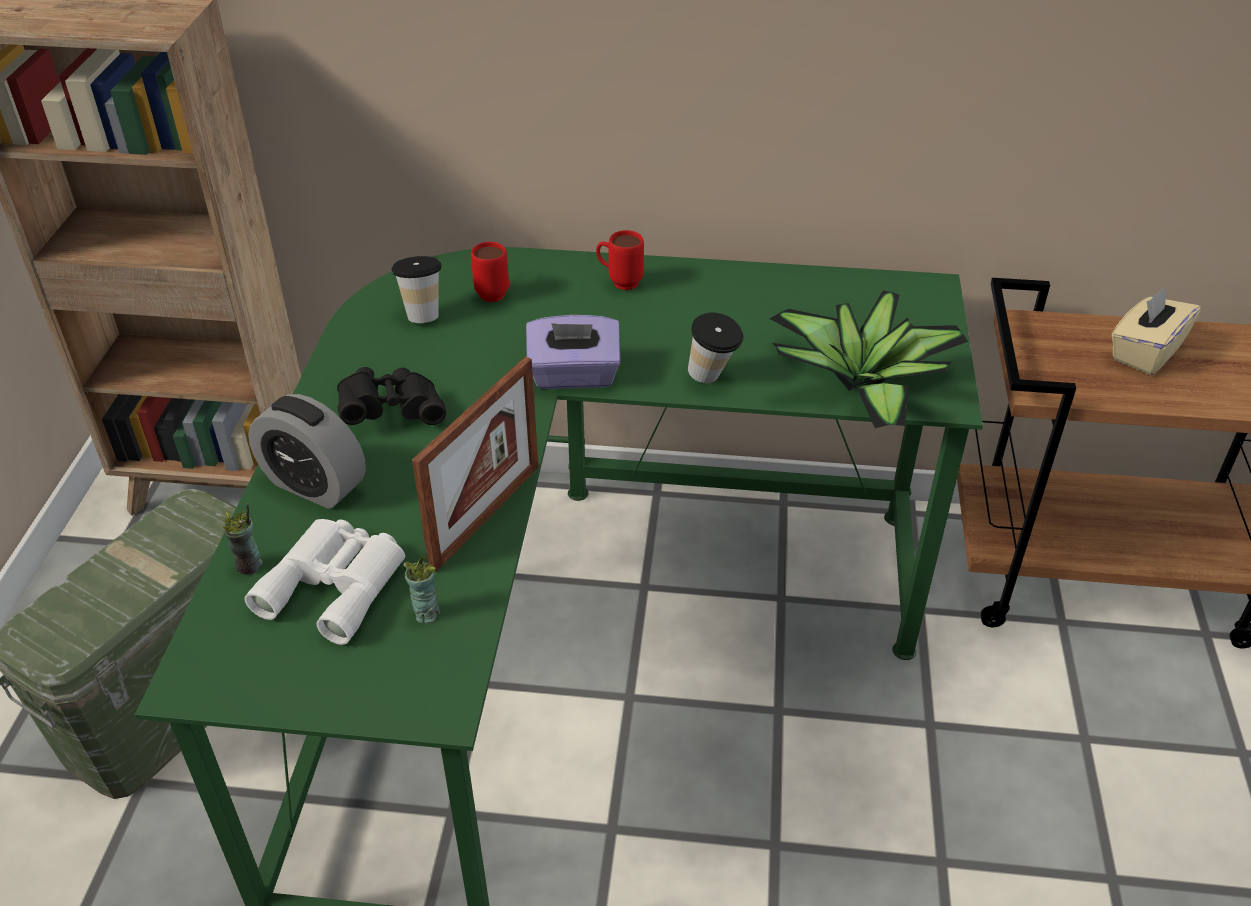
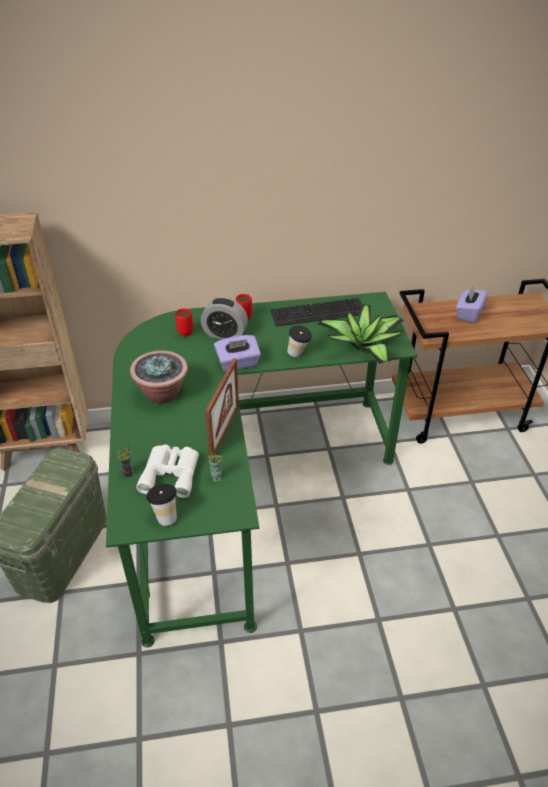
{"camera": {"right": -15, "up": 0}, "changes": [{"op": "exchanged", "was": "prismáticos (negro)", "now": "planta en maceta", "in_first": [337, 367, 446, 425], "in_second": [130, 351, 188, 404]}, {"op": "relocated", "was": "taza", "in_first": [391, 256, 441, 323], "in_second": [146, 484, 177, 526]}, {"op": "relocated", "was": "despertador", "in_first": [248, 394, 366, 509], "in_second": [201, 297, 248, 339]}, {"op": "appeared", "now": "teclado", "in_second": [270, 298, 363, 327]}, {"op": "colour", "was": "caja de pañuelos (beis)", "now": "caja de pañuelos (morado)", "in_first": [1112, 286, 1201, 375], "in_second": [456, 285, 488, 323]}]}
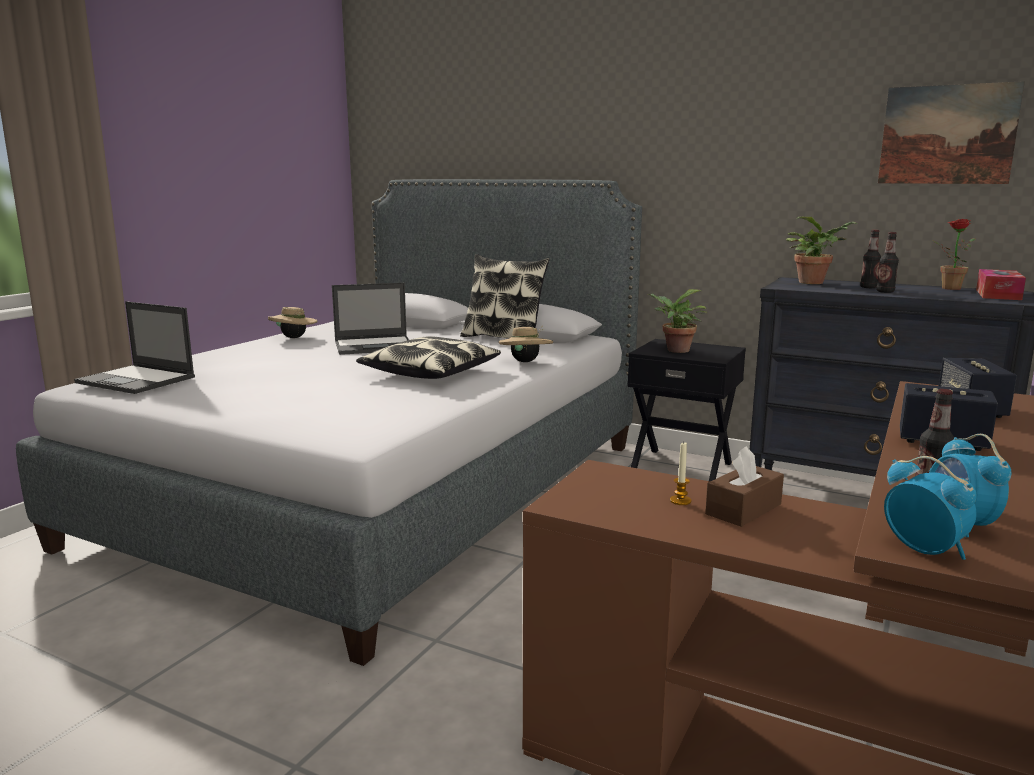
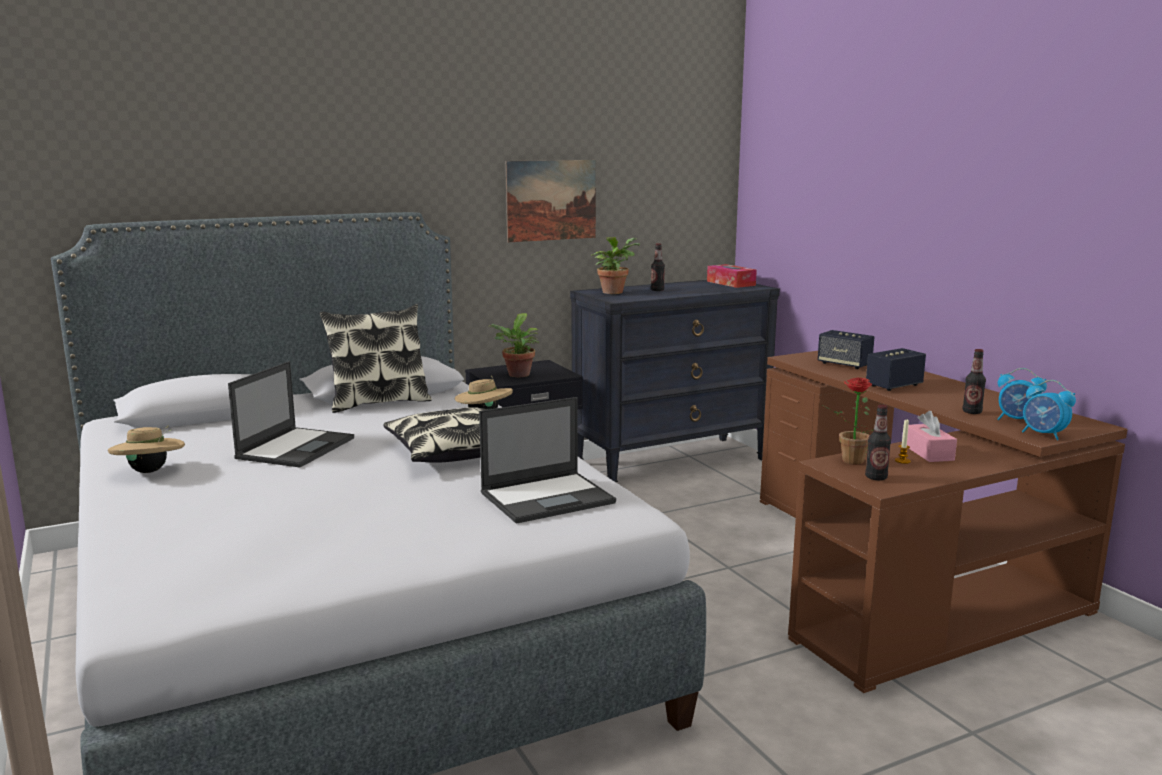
{"camera": {"right": -55, "up": 0}, "changes": [{"op": "relocated", "was": "portátil", "in_first": [74, 301, 195, 394], "in_second": [479, 397, 616, 524]}, {"op": "relocated", "was": "cuadro", "in_first": [878, 81, 1025, 184], "in_second": [506, 160, 596, 242]}, {"op": "relocated", "was": "planta en maceta", "in_first": [932, 219, 976, 290], "in_second": [822, 377, 874, 465]}, {"op": "relocated", "was": "botella", "in_first": [876, 232, 899, 293], "in_second": [865, 405, 891, 480]}, {"op": "colour", "was": "caja de pañuelos (marrón)", "now": "caja de pañuelos (rosa)", "in_first": [705, 446, 784, 527], "in_second": [907, 411, 957, 462]}, {"op": "spun", "was": "despertador", "in_first": [884, 456, 977, 560], "in_second": [1022, 380, 1076, 440], "clockwise": -135}]}
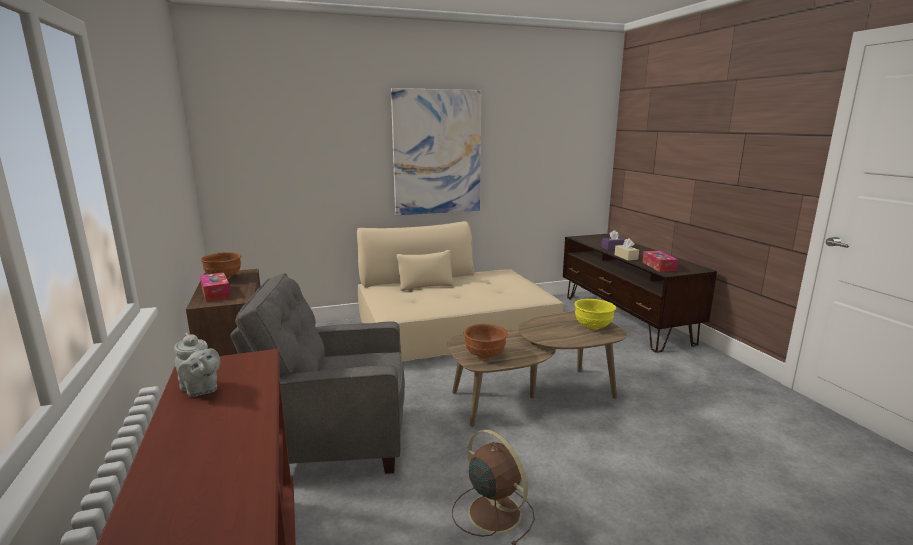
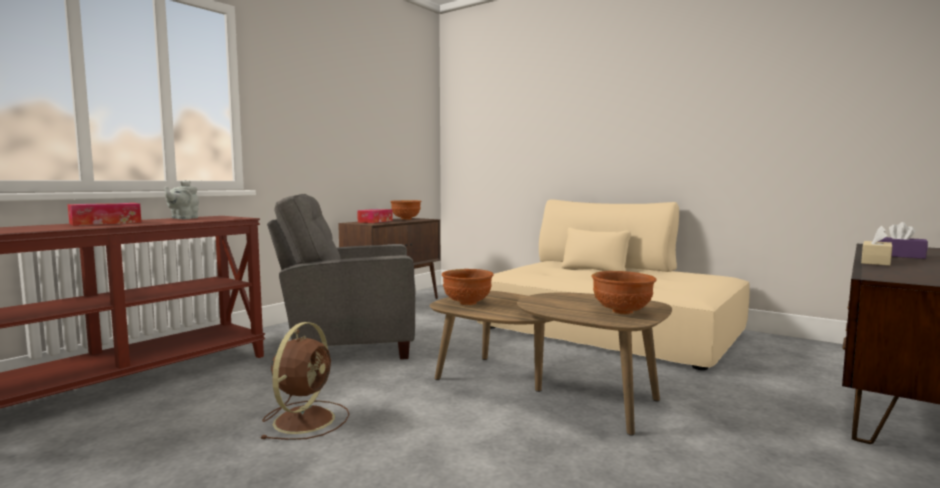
{"camera": {"right": 55, "up": -10}, "changes": [{"op": "relocated", "was": "caja de pañuelos", "in_first": [642, 251, 678, 272], "in_second": [68, 203, 141, 226]}, {"op": "spun", "was": "sillón (gris)", "in_first": [230, 273, 405, 474], "in_second": [267, 194, 416, 359], "clockwise": -60}, {"op": "colour", "was": "cuenco (amarillo)", "now": "cuenco (marrón)", "in_first": [574, 299, 616, 330], "in_second": [592, 271, 657, 314]}, {"op": "missing", "was": "cuadro", "in_first": [391, 88, 481, 215]}]}
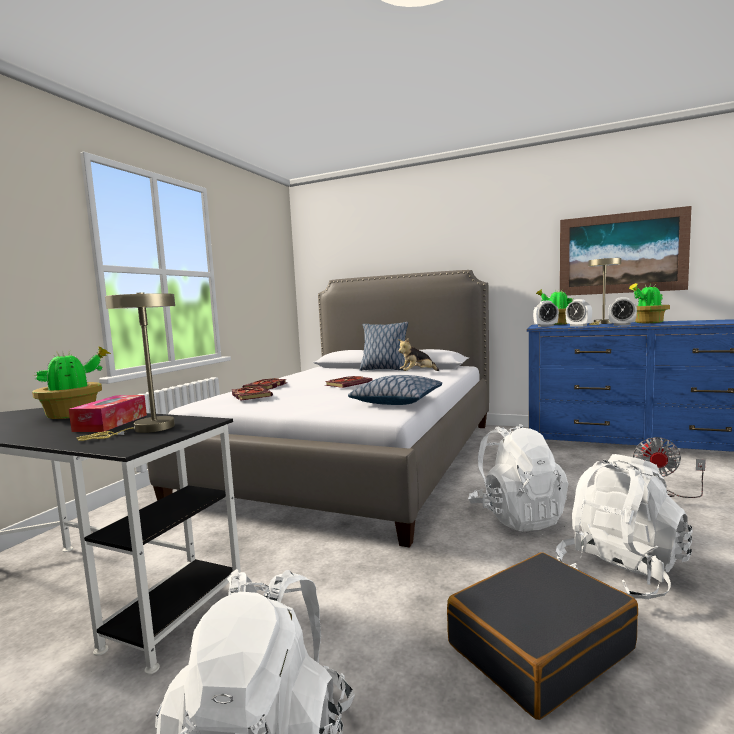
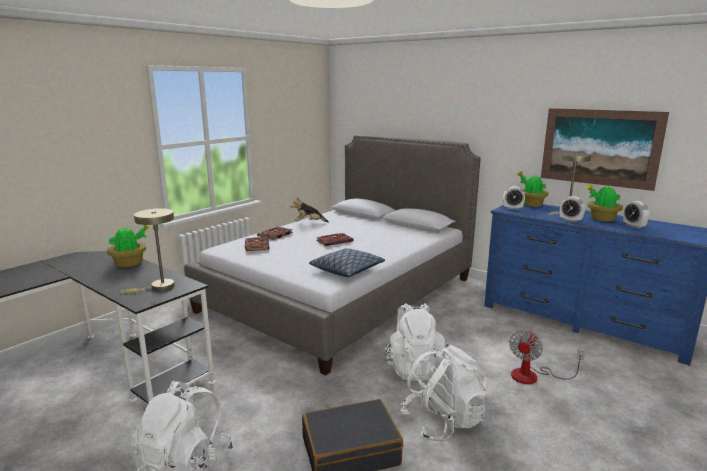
{"camera": {"right": 15, "up": 10}, "changes": [{"op": "relocated", "was": "peluche", "in_first": [398, 338, 439, 371], "in_second": [291, 197, 329, 222]}, {"op": "relocated", "was": "despertador", "in_first": [566, 299, 592, 327], "in_second": [623, 201, 649, 229]}, {"op": "missing", "was": "caja de pañuelos", "in_first": [69, 395, 147, 432]}, {"op": "missing", "was": "cojín", "in_first": [359, 322, 408, 371]}]}
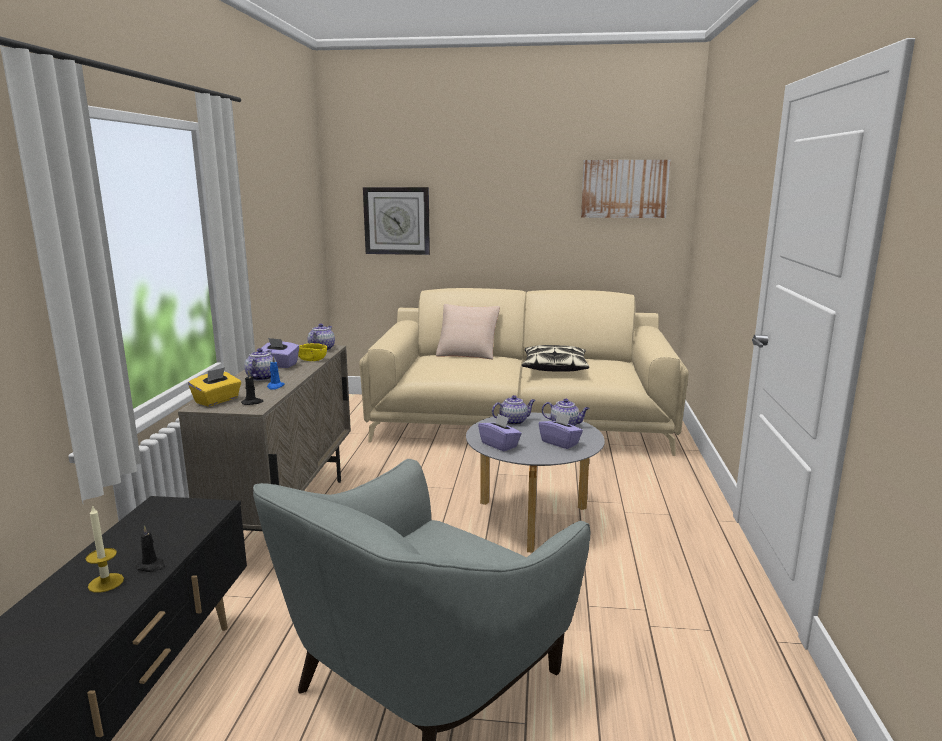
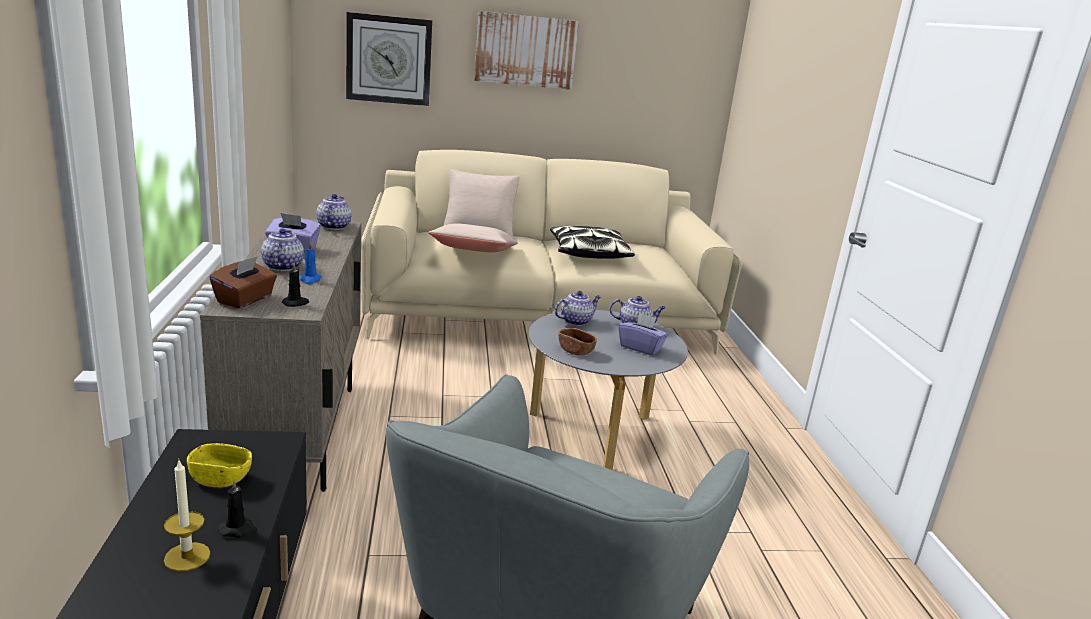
{"camera": {"right": -15, "up": 5}, "changes": [{"op": "relocated", "was": "cuenco (amarillo)", "in_first": [298, 343, 327, 361], "in_second": [187, 443, 252, 487]}, {"op": "colour", "was": "caja de pañuelos (amarillo)", "now": "caja de pañuelos (marrón)", "in_first": [188, 367, 241, 407], "in_second": [209, 256, 277, 308]}, {"op": "appeared", "now": "cojín (beis)", "in_second": [428, 224, 518, 252]}, {"op": "relocated", "was": "cuadro", "in_first": [581, 160, 671, 218], "in_second": [474, 11, 579, 90]}, {"op": "exchanged", "was": "caja de pañuelos (morado)", "now": "cuenco (marrón)", "in_first": [478, 414, 522, 451], "in_second": [558, 328, 597, 355]}]}
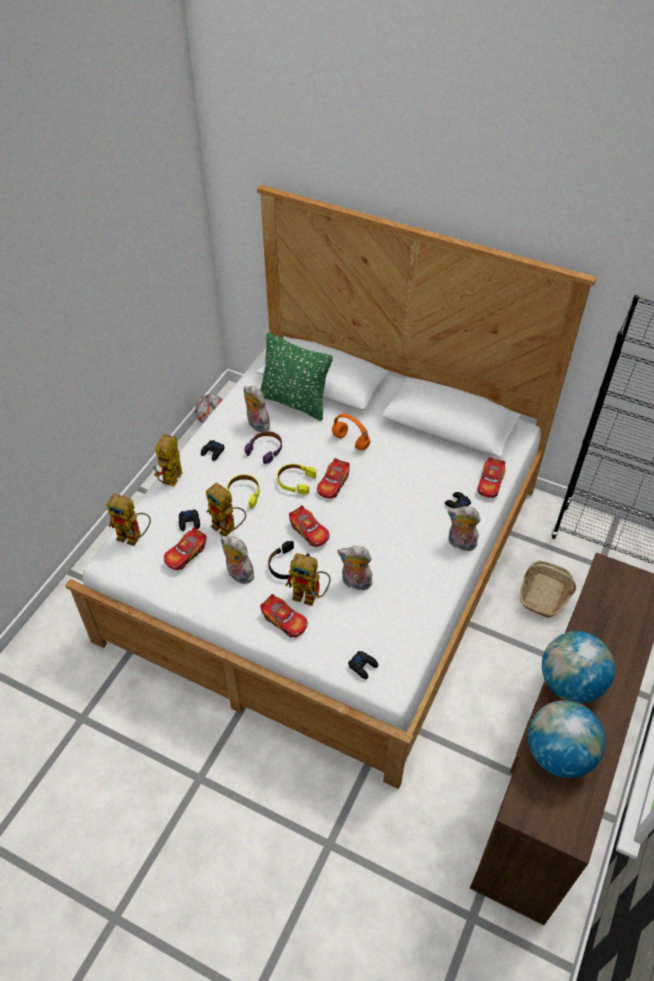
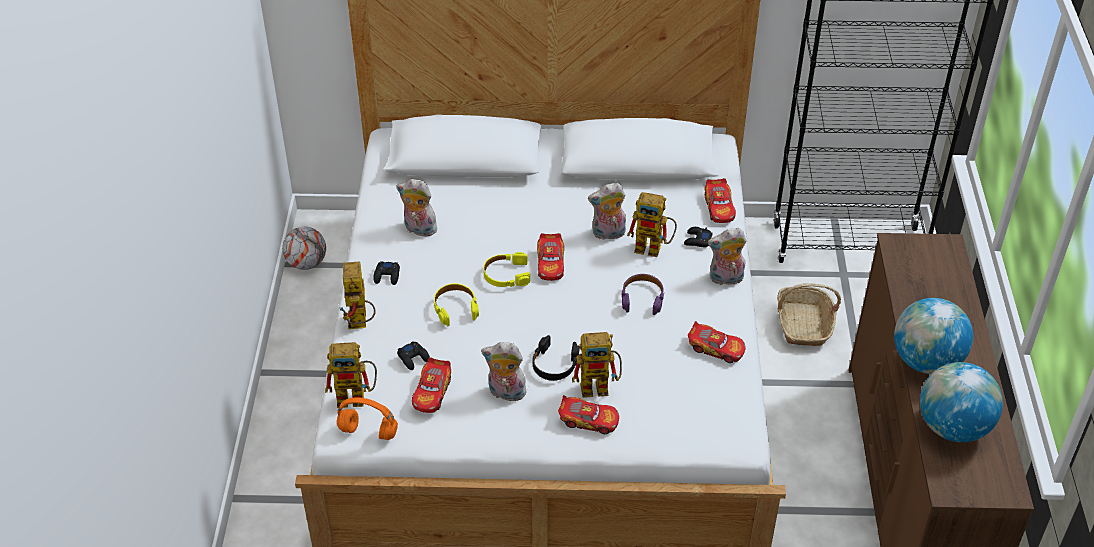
{"camera": {"right": -25, "up": -5}, "changes": [{"op": "relocated", "was": "auriculares (naranja)", "in_first": [332, 414, 370, 450], "in_second": [337, 397, 398, 440]}, {"op": "relocated", "was": "peluche", "in_first": [338, 546, 372, 590], "in_second": [588, 183, 626, 240]}, {"op": "relocated", "was": "auriculares (morado)", "in_first": [244, 431, 282, 464], "in_second": [622, 274, 664, 315]}, {"op": "relocated", "was": "robot de juguete", "in_first": [206, 482, 246, 536], "in_second": [627, 192, 677, 257]}, {"op": "relocated", "was": "coche de juguete", "in_first": [289, 505, 329, 547], "in_second": [688, 321, 746, 363]}, {"op": "missing", "was": "cojín (verde)", "in_first": [260, 333, 333, 421]}, {"op": "missing", "was": "mando de consola (negro)", "in_first": [348, 651, 378, 679]}]}
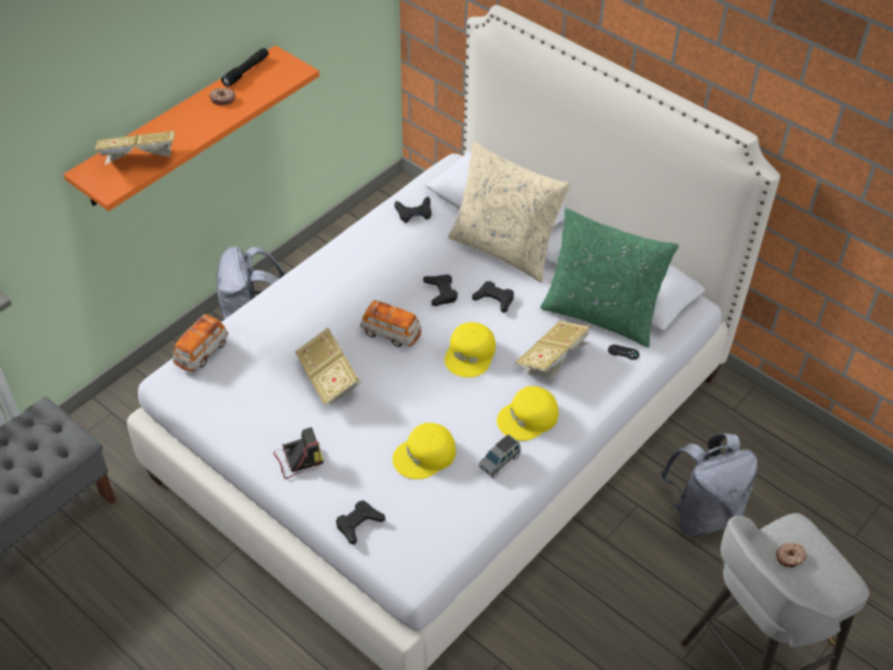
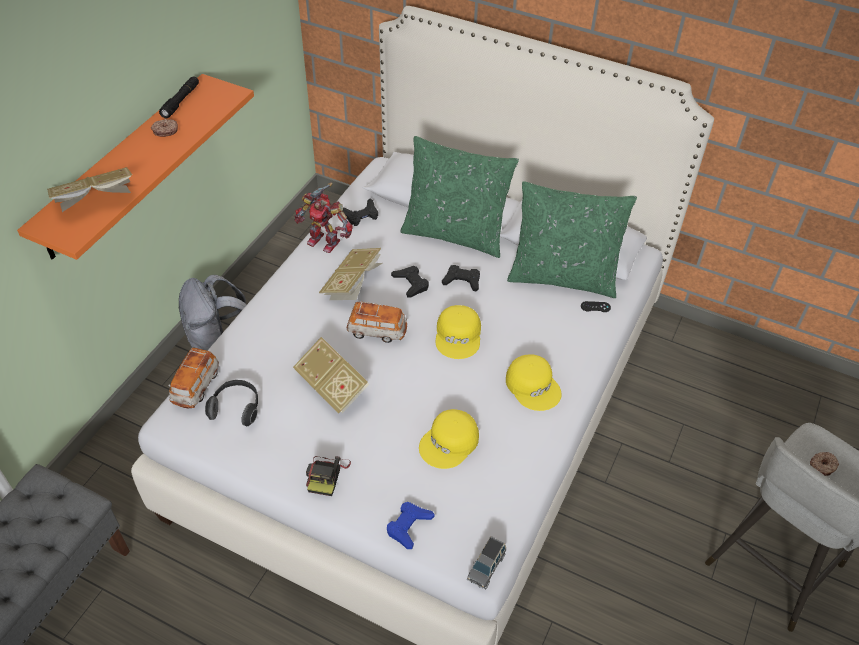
{"camera": {"right": -15, "up": 0}, "changes": [{"op": "appeared", "now": "auriculares", "in_second": [205, 380, 258, 426]}, {"op": "appeared", "now": "robot de juguete", "in_second": [295, 182, 353, 253]}, {"op": "spun", "was": "cámara", "in_first": [274, 427, 323, 479], "in_second": [306, 456, 351, 496], "clockwise": 135}, {"op": "relocated", "was": "libro", "in_first": [515, 321, 591, 379], "in_second": [319, 248, 382, 300]}, {"op": "colour", "was": "mando de consola (negro)", "now": "mando de consola (azul)", "in_first": [336, 500, 385, 545], "in_second": [387, 502, 435, 549]}, {"op": "colour", "was": "cojín (beis)", "now": "cojín (verde)", "in_first": [448, 142, 571, 283], "in_second": [400, 136, 519, 258]}, {"op": "relocated", "was": "coche de juguete (gris)", "in_first": [478, 434, 521, 478], "in_second": [467, 536, 506, 589]}, {"op": "spun", "was": "gorra (amarillo)", "in_first": [497, 386, 559, 441], "in_second": [506, 354, 561, 411], "clockwise": -75}, {"op": "missing", "was": "mochila (gris)", "in_first": [660, 433, 758, 537]}]}
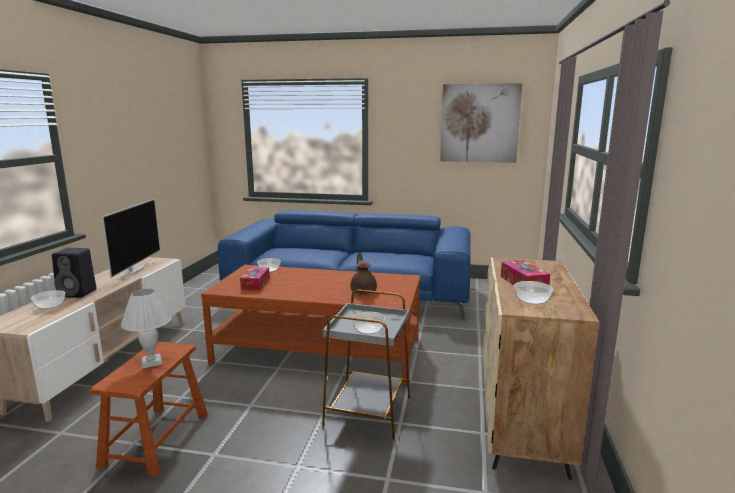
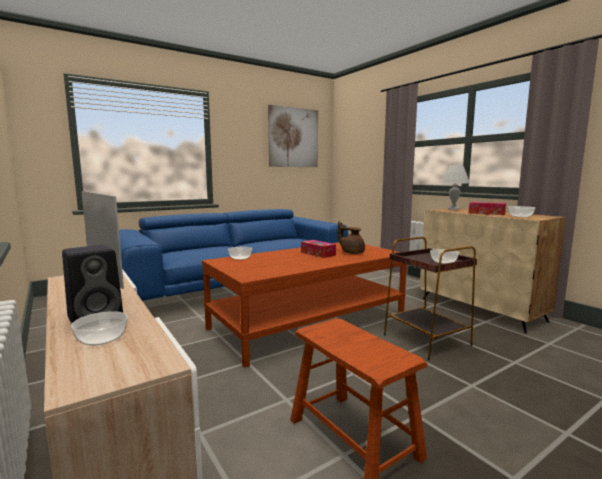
{"camera": {"right": -45, "up": -5}, "changes": [{"op": "relocated", "was": "caja de pañuelos", "in_first": [240, 267, 270, 291], "in_second": [301, 240, 336, 258]}, {"op": "colour", "was": "mesa auxiliar (gris)", "now": "mesa auxiliar (marrón)", "in_first": [322, 289, 410, 443], "in_second": [384, 237, 477, 360]}, {"op": "relocated", "was": "lámpara de mesa (blanco)", "in_first": [121, 289, 171, 369], "in_second": [441, 165, 470, 210]}]}
